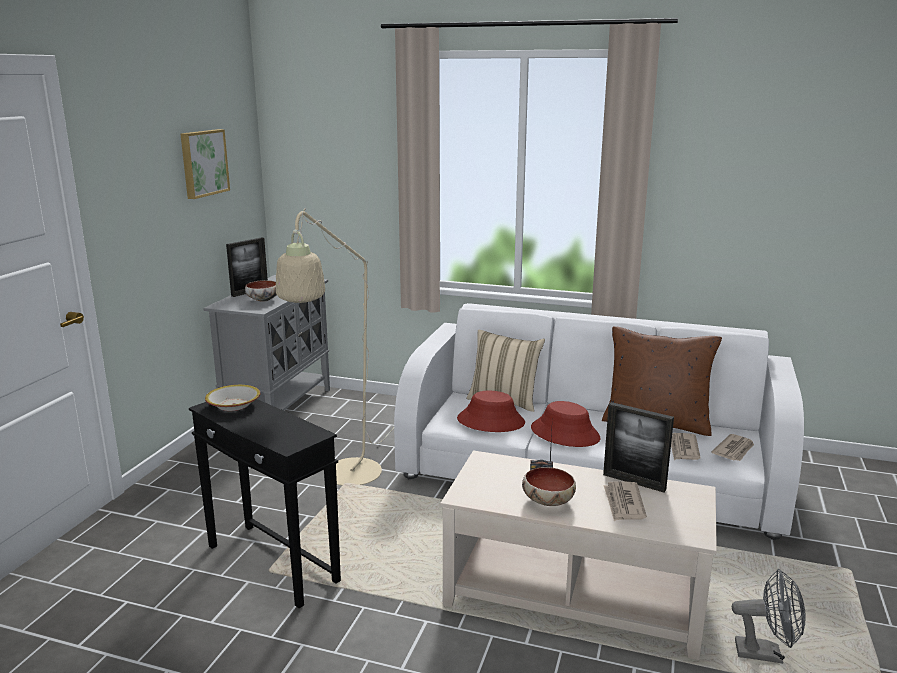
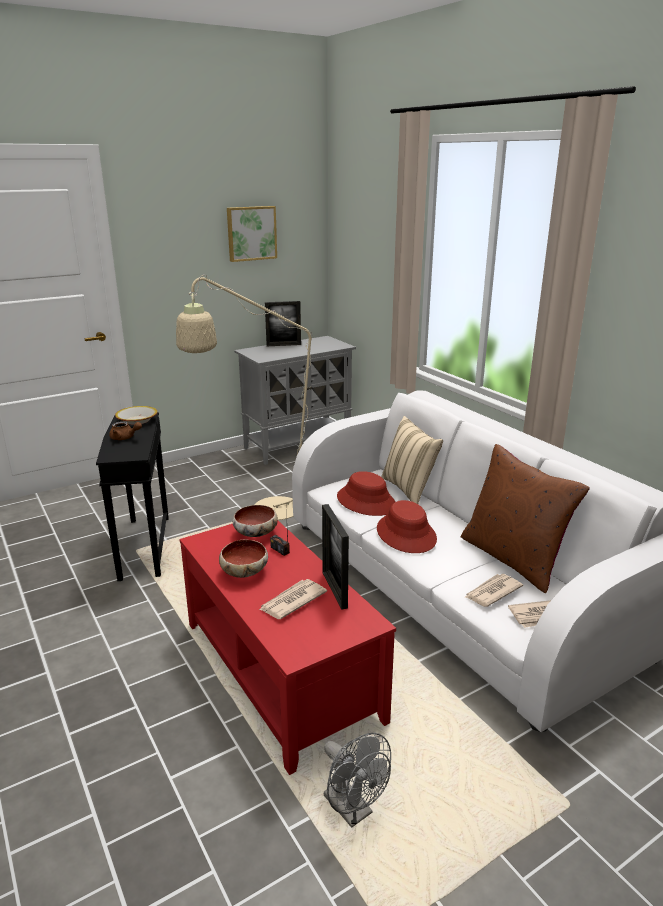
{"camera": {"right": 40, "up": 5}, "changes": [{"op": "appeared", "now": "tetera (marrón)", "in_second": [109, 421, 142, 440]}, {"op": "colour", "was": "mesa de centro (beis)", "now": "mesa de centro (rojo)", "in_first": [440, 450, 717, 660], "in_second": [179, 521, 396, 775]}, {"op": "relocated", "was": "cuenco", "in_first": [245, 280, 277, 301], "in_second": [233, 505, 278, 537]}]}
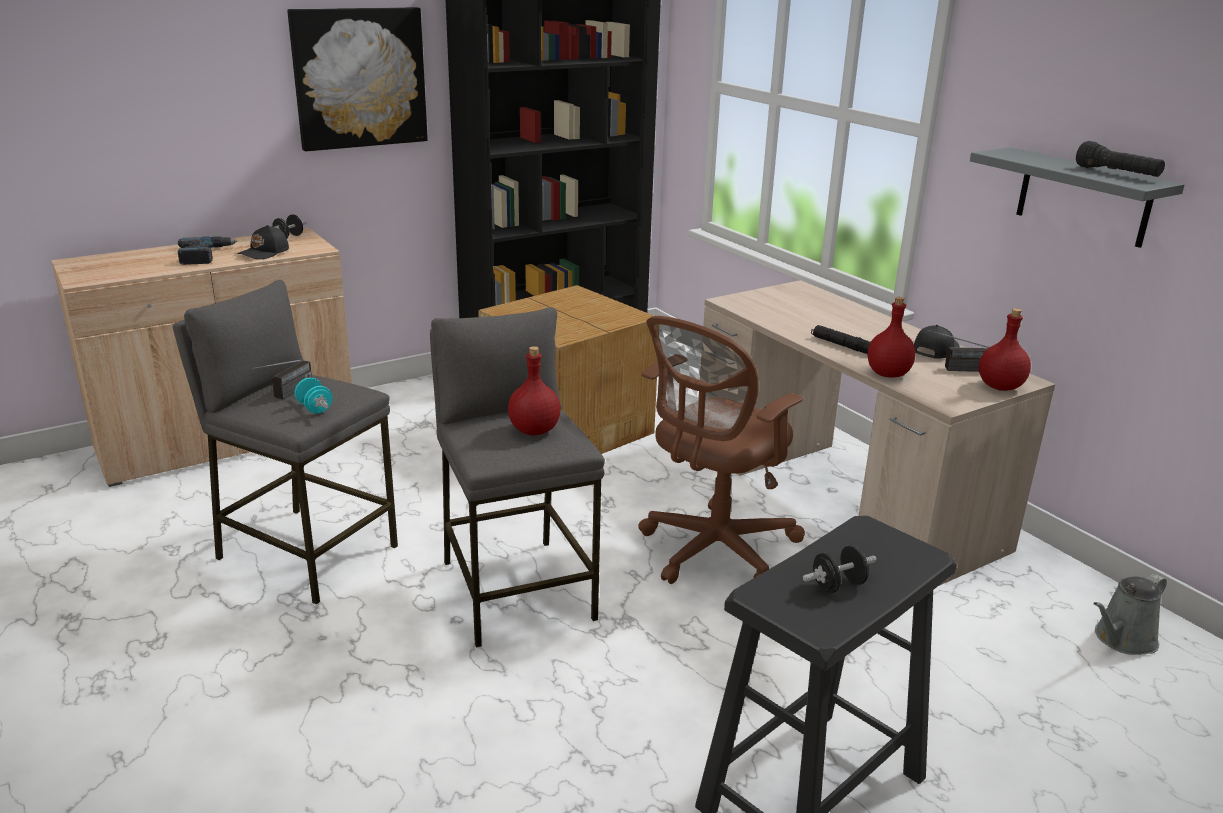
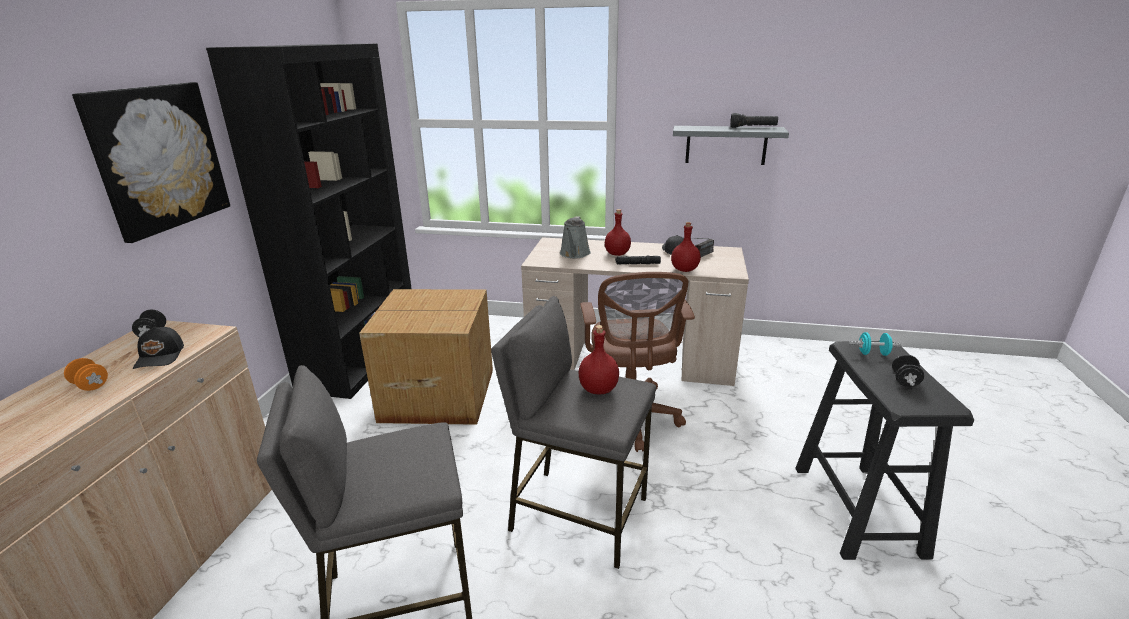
{"camera": {"right": -45, "up": 0}, "changes": [{"op": "exchanged", "was": "taladro", "now": "mancuerna (naranja)", "in_first": [177, 236, 237, 265], "in_second": [64, 358, 108, 391]}, {"op": "relocated", "was": "regadera (gris)", "in_first": [1094, 574, 1167, 655], "in_second": [560, 217, 591, 258]}, {"op": "relocated", "was": "botella (rojo)", "in_first": [979, 308, 1031, 391], "in_second": [605, 209, 631, 256]}, {"op": "relocated", "was": "mancuerna (turquesa)", "in_first": [295, 378, 332, 413], "in_second": [849, 332, 902, 356]}, {"op": "missing", "was": "radio", "in_first": [252, 360, 312, 400]}]}
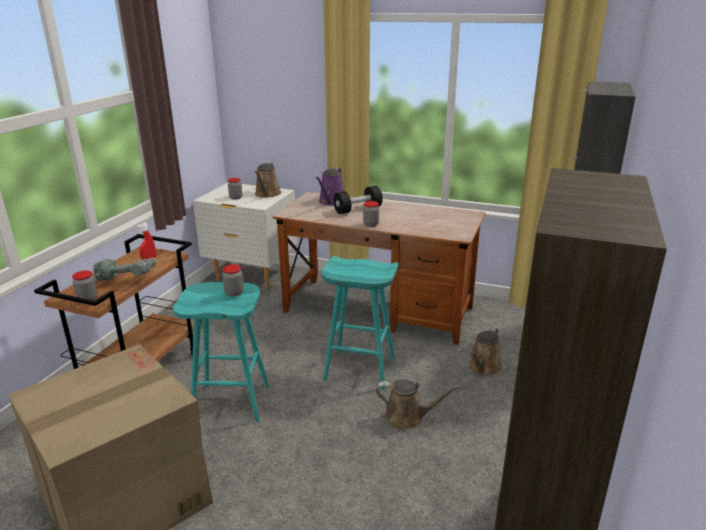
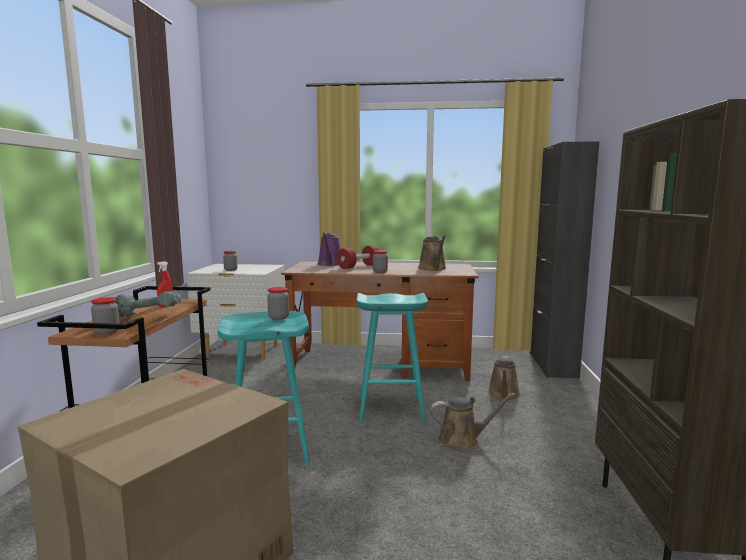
{"camera": {"right": -15, "up": -15}, "changes": [{"op": "colour", "was": "mancuerna (negro)", "now": "mancuerna (rojo)", "in_first": [333, 186, 383, 214], "in_second": [337, 245, 379, 269]}, {"op": "relocated", "was": "regadera (marrón)", "in_first": [255, 163, 281, 198], "in_second": [418, 236, 446, 271]}]}
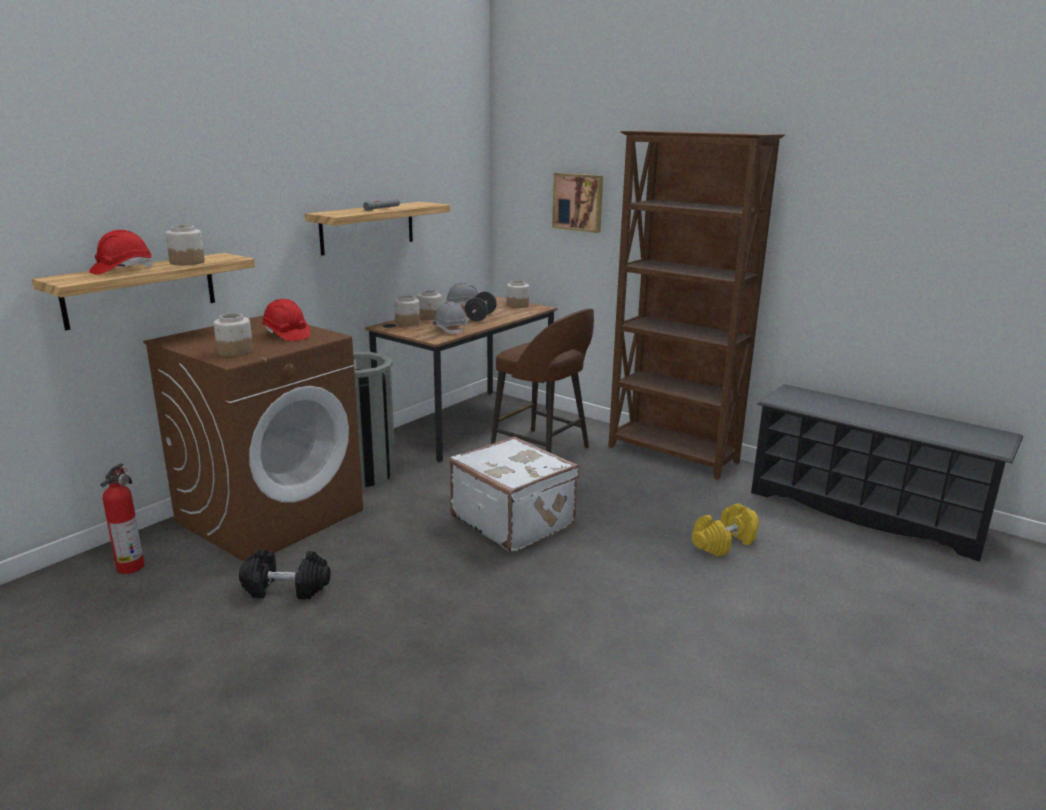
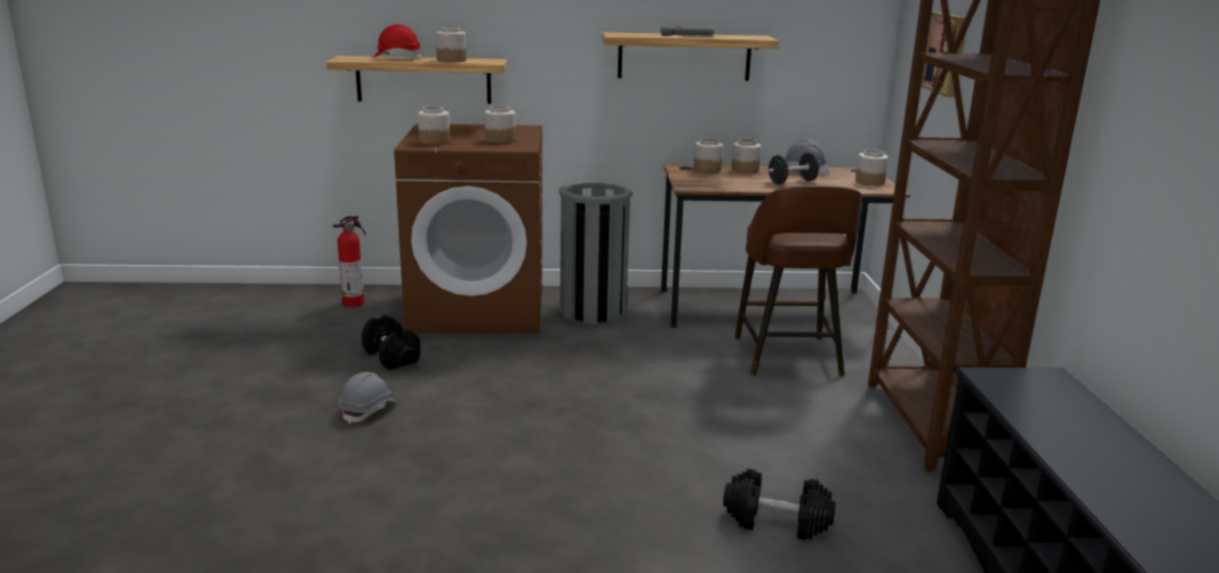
{"camera": {"right": 50, "up": 0}, "changes": [{"op": "relocated", "was": "casco (gris)", "in_first": [433, 302, 468, 335], "in_second": [339, 372, 396, 424]}, {"op": "exchanged", "was": "casco (rojo)", "now": "tarro", "in_first": [262, 299, 310, 341], "in_second": [485, 105, 516, 143]}, {"op": "colour", "was": "mancuerna (amarillo)", "now": "mancuerna (negro)", "in_first": [692, 503, 759, 557], "in_second": [723, 468, 835, 540]}, {"op": "missing", "was": "maleta (blanco)", "in_first": [450, 436, 580, 553]}]}
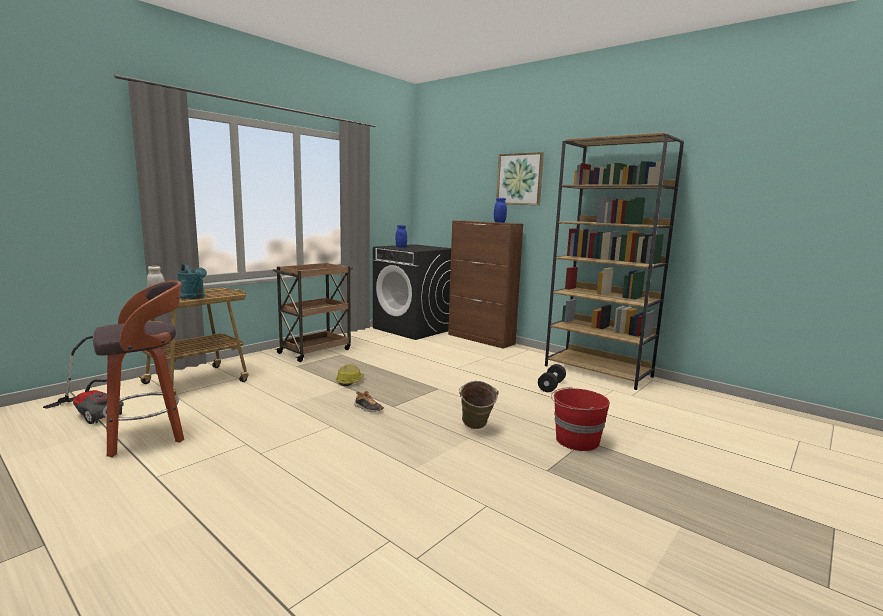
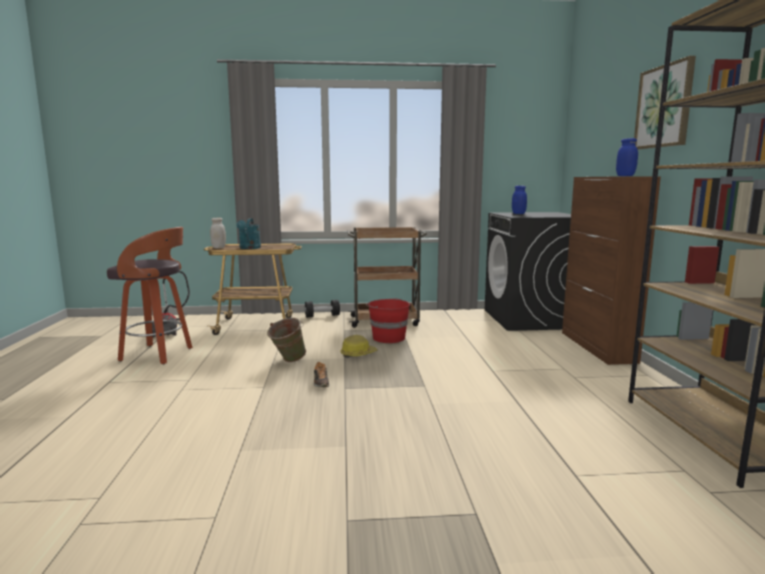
{"camera": {"right": 45, "up": 0}, "changes": [{"op": "relocated", "was": "cubo (verde)", "in_first": [459, 381, 499, 429], "in_second": [267, 318, 306, 362]}, {"op": "relocated", "was": "mancuerna (negro)", "in_first": [538, 364, 566, 392], "in_second": [305, 300, 340, 318]}, {"op": "relocated", "was": "cubo (rojo)", "in_first": [551, 387, 610, 451], "in_second": [366, 299, 410, 343]}]}
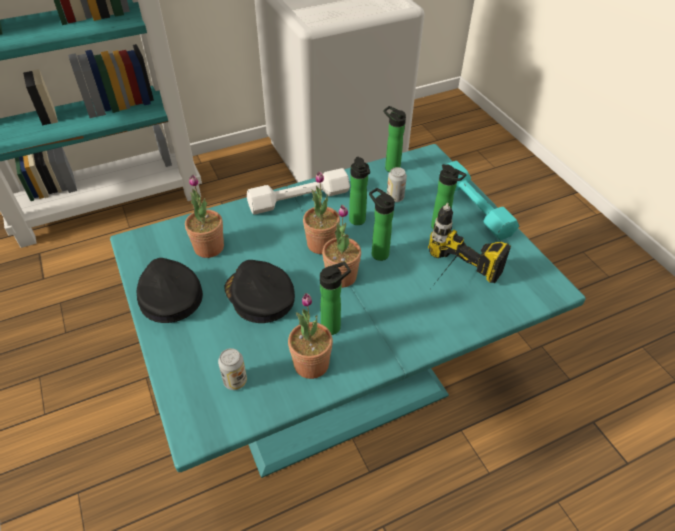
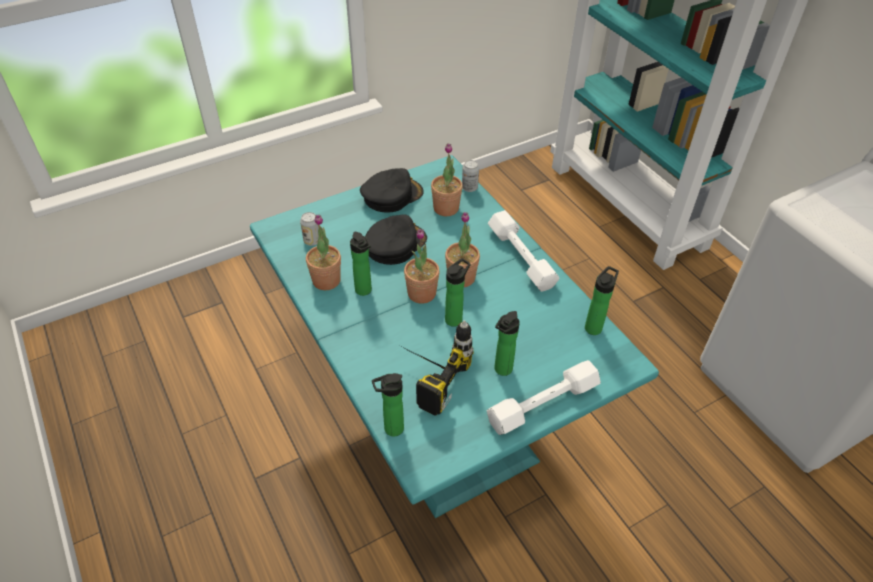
{"camera": {"right": 85, "up": 0}, "changes": [{"op": "relocated", "was": "botella", "in_first": [349, 157, 370, 225], "in_second": [372, 373, 404, 437]}, {"op": "relocated", "was": "lata", "in_first": [387, 167, 407, 202], "in_second": [462, 160, 479, 192]}, {"op": "colour", "was": "mancuerna (turquesa)", "now": "mancuerna (blanco)", "in_first": [439, 161, 519, 240], "in_second": [487, 360, 601, 435]}]}
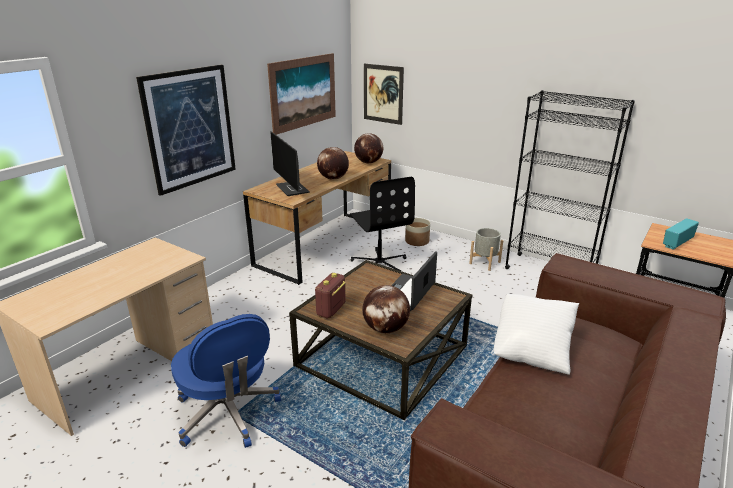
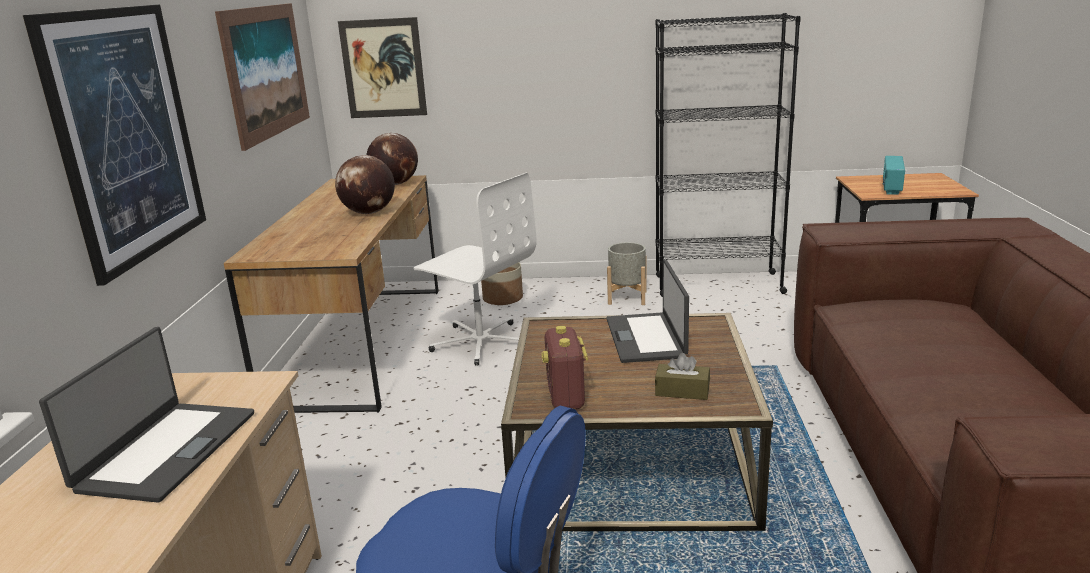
{"camera": {"right": -30, "up": -5}, "changes": [{"op": "appeared", "now": "portátil", "in_second": [39, 327, 254, 503]}, {"op": "colour", "was": "silla de oficina (negro)", "now": "silla de oficina (blanco)", "in_first": [350, 176, 415, 271], "in_second": [413, 173, 537, 366]}, {"op": "exchanged", "was": "globo terráqueo", "now": "caja de pañuelos (marrón)", "in_first": [362, 285, 410, 333], "in_second": [655, 353, 710, 400]}, {"op": "missing", "was": "monitor", "in_first": [270, 131, 310, 196]}, {"op": "missing", "was": "cojín (blanco)", "in_first": [494, 294, 579, 375]}]}
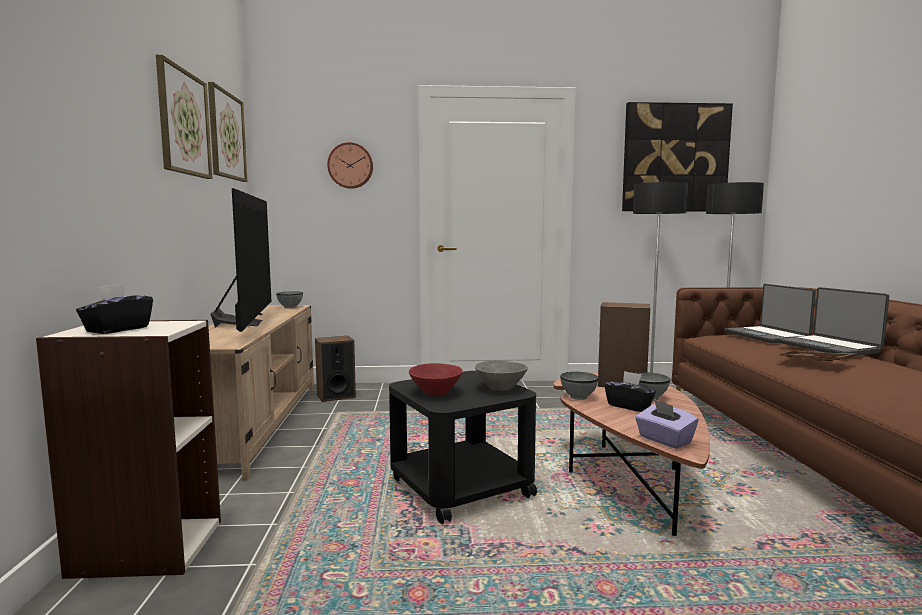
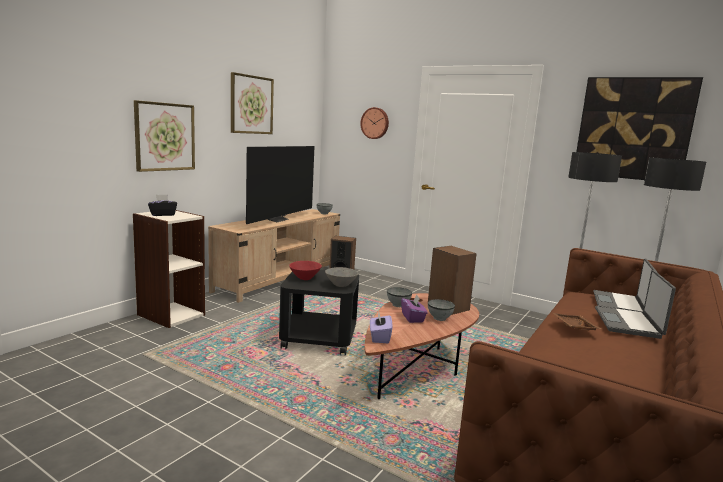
{"camera": {"right": 35, "up": 5}, "changes": [{"op": "relocated", "was": "cuadro", "in_first": [208, 82, 247, 182], "in_second": [134, 100, 195, 172]}, {"op": "colour", "was": "caja de pañuelos (negro)", "now": "caja de pañuelos (morado)", "in_first": [604, 371, 656, 412], "in_second": [401, 294, 428, 323]}]}
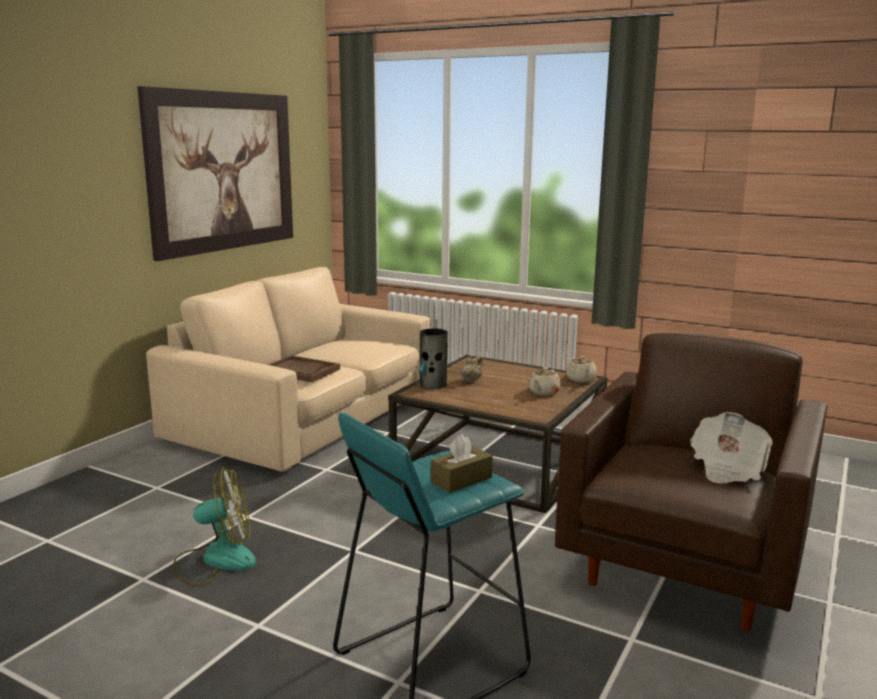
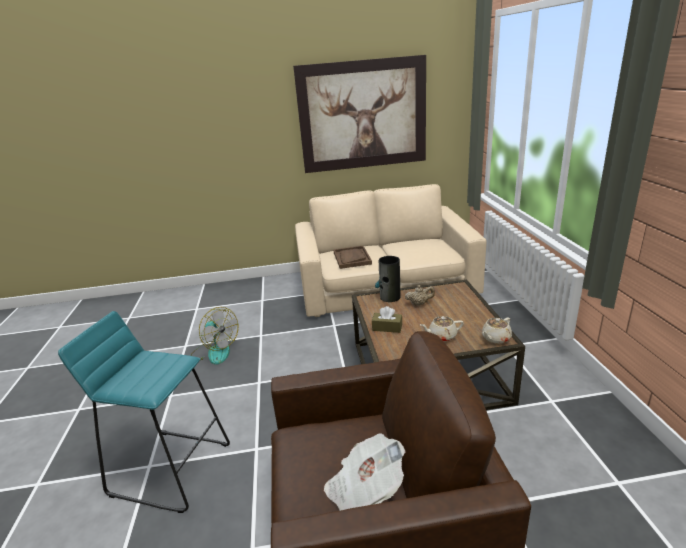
{"camera": {"right": 55, "up": 10}, "changes": [{"op": "relocated", "was": "caja de pañuelos (marrón)", "in_first": [431, 434, 493, 493], "in_second": [372, 306, 402, 333]}]}
